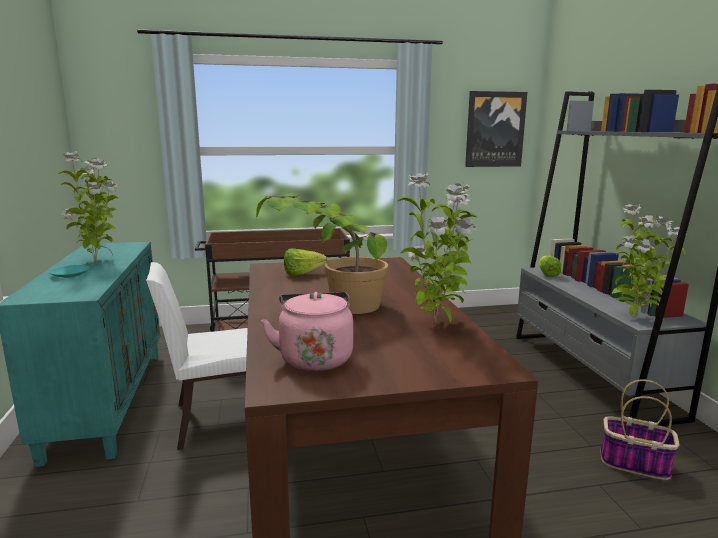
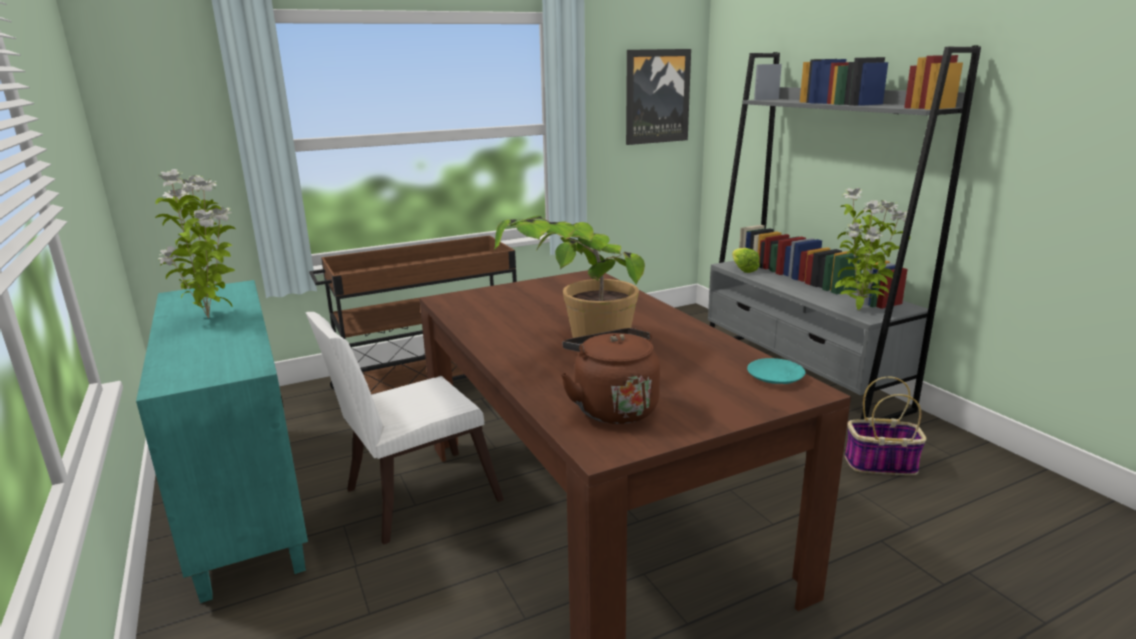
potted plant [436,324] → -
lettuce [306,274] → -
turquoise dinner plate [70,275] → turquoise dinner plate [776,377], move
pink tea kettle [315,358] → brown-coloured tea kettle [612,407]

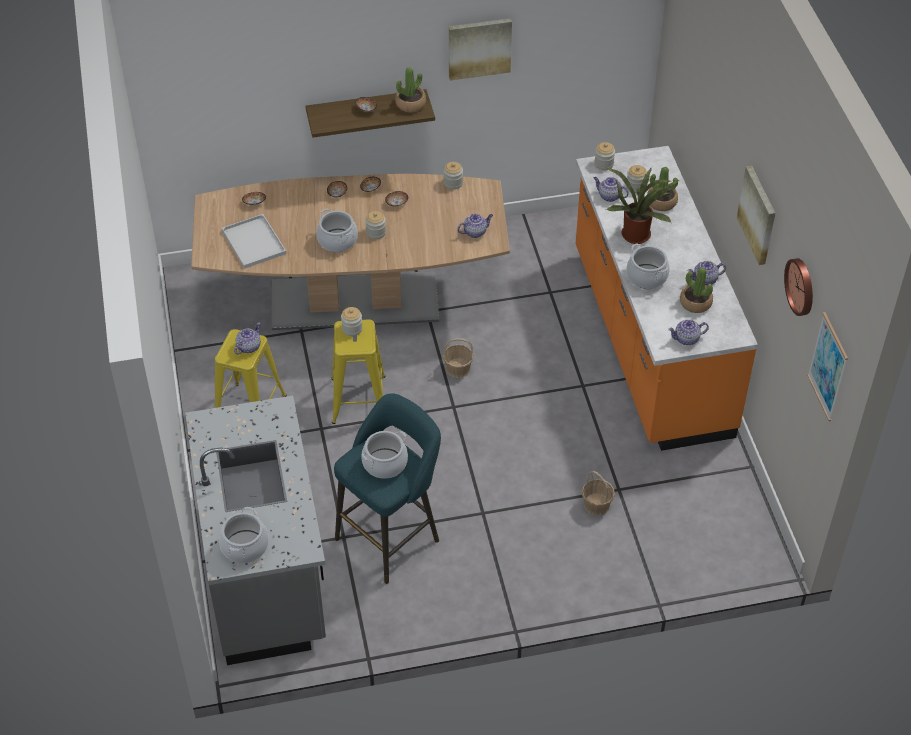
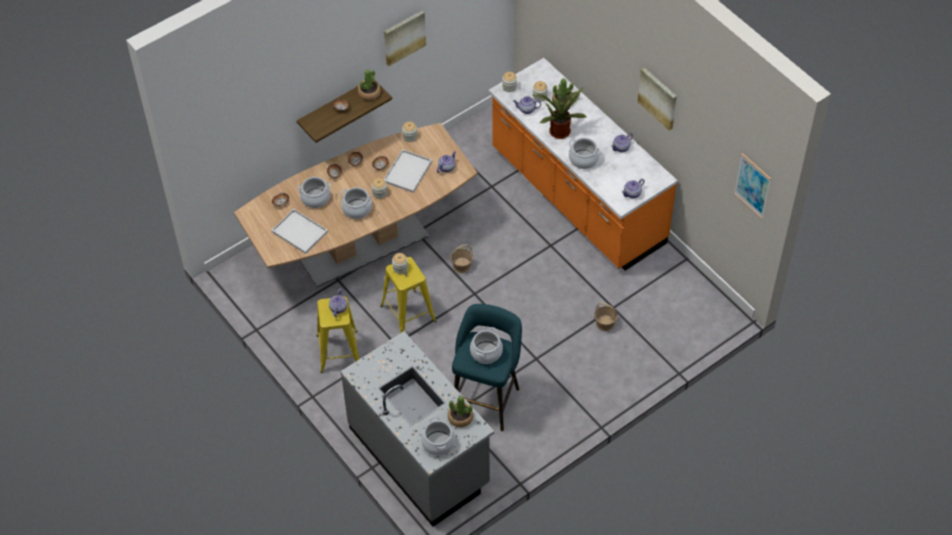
wall clock [801,286] → -
potted plant [695,303] → potted plant [460,418], move
- → white-coloured carrying tray [407,171]
- → stockpot [315,198]

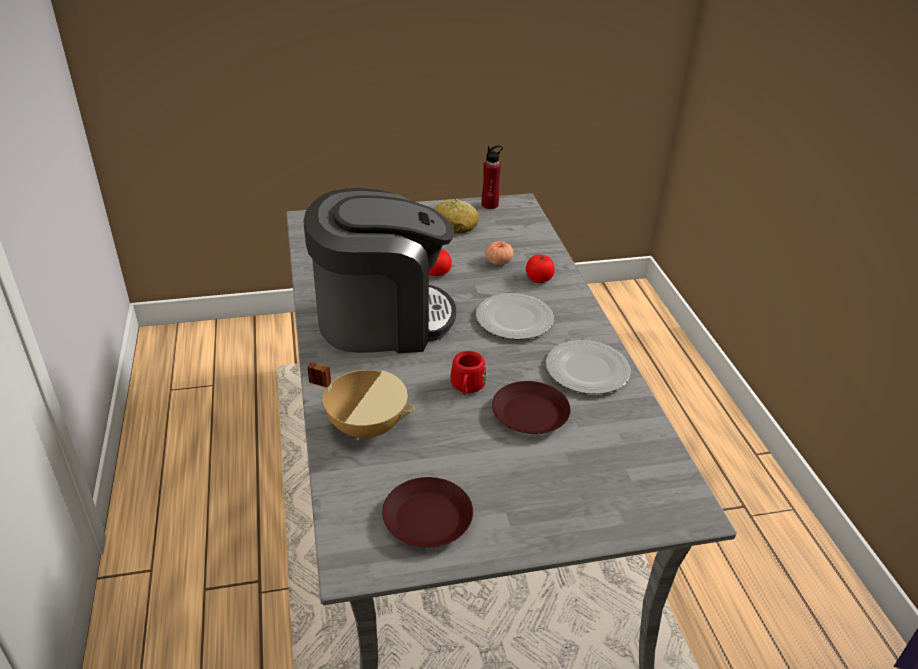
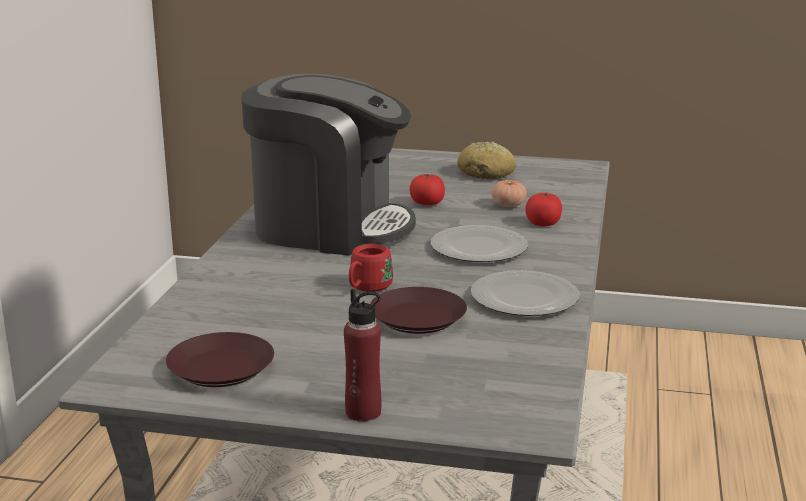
red-coloured beverage bottle [490,205] → red-coloured beverage bottle [363,412], move
sand-coloured stockpot [366,426] → -

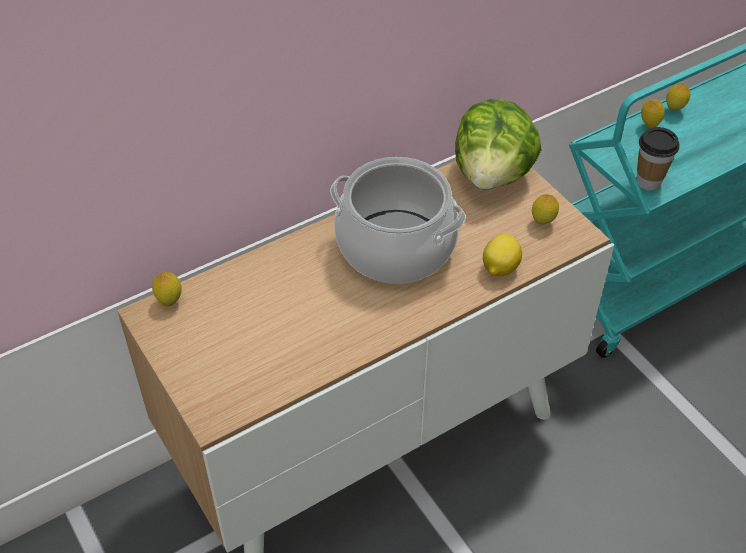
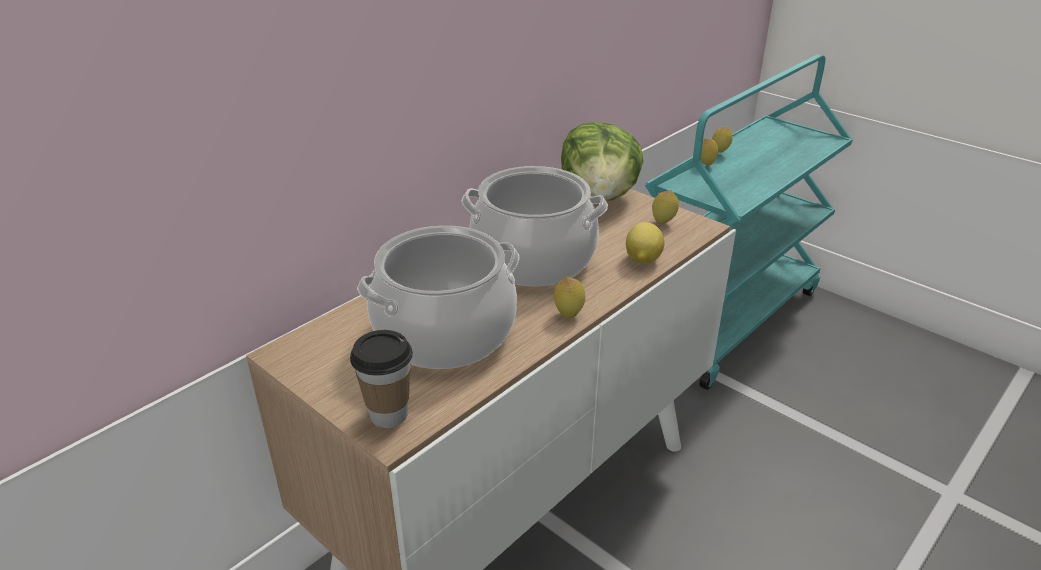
cup [648,182] → cup [388,415], move
citrus fruit [170,301] → citrus fruit [568,314], move
- → stockpot [444,333]

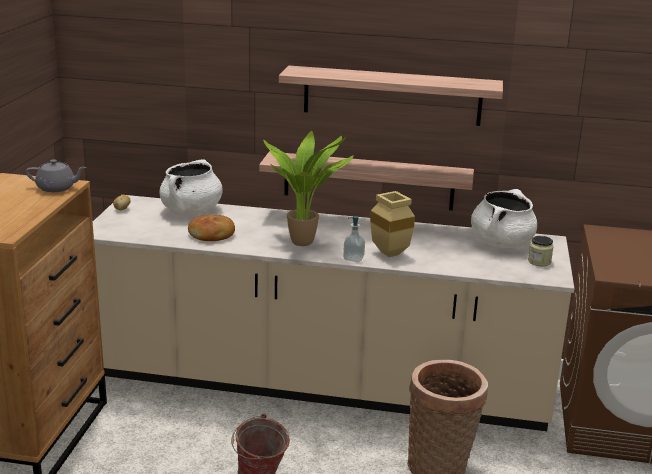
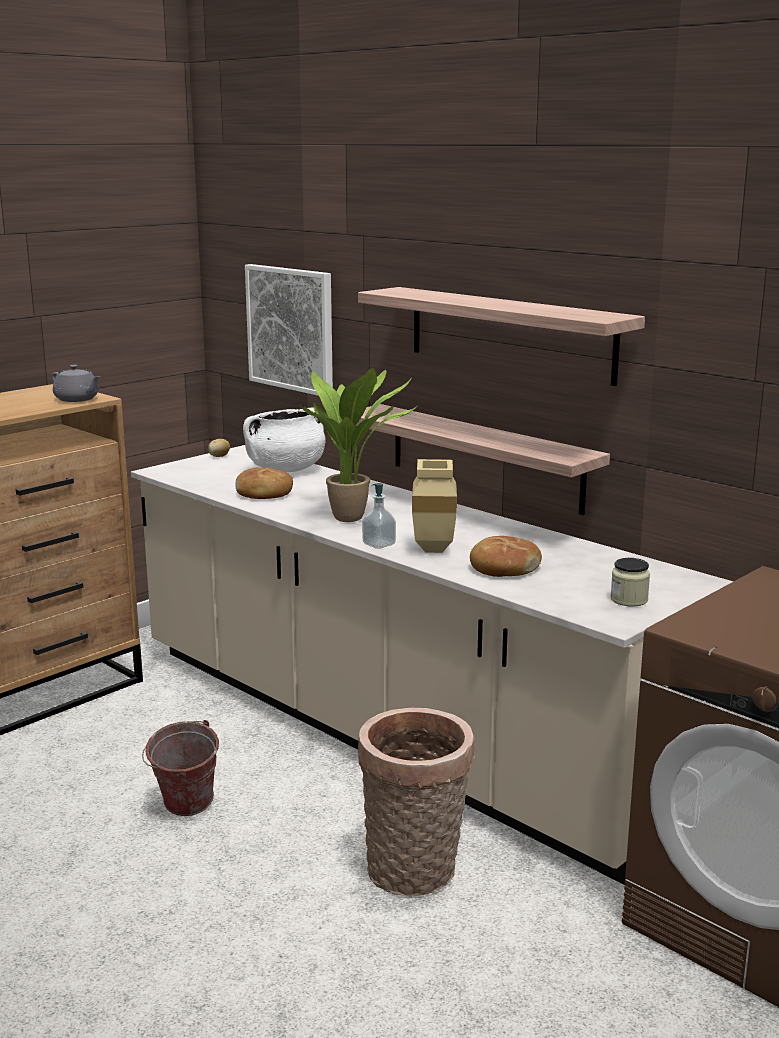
white-coloured stockpot [501,243] → -
- → wall picture [291,328]
- → bread [504,568]

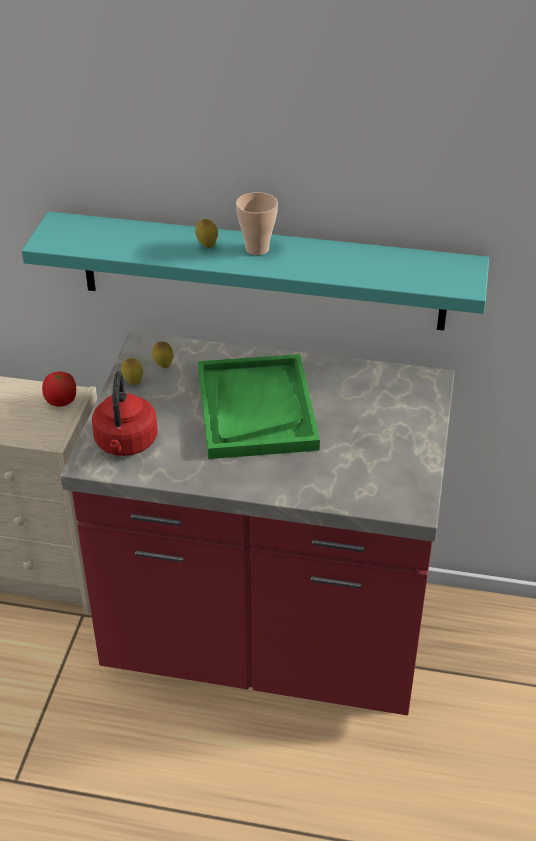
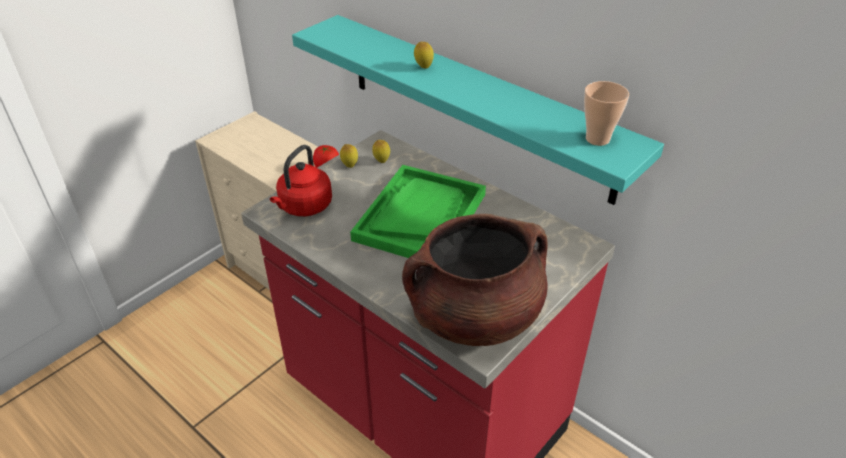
cup [257,249] → cup [597,139], move
- → brown-coloured stockpot [474,316]

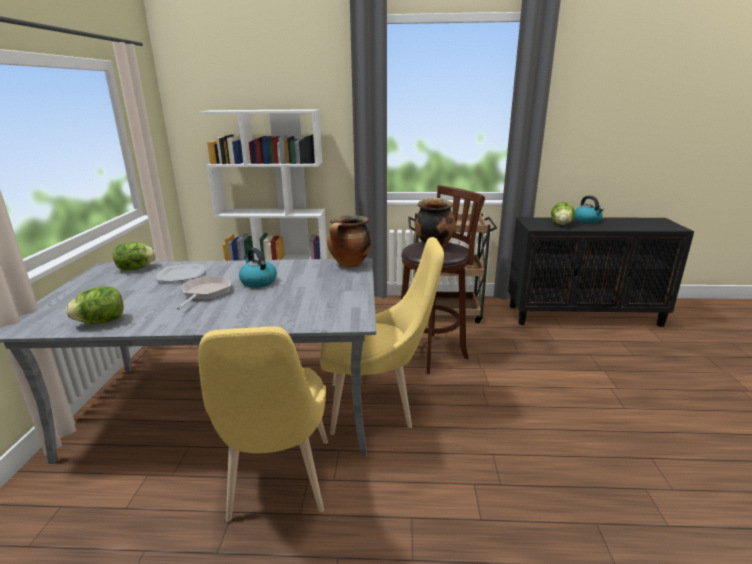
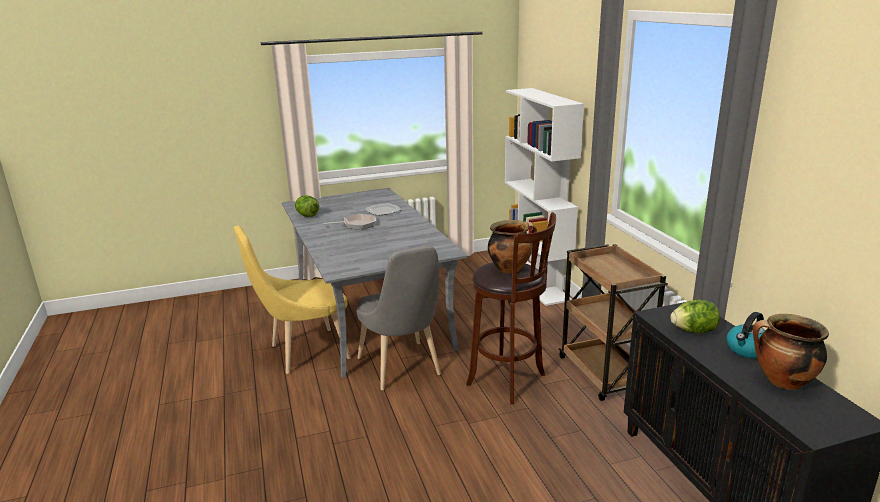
stockpot [350,264] → stockpot [782,382], move
yellow-coloured upright chair [377,406] → grey upright chair [402,369]
lettuce [136,269] → -
tea kettle [258,282] → -

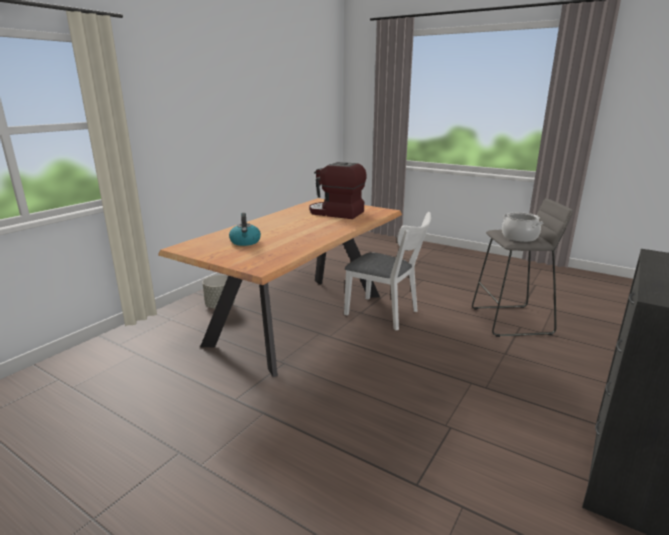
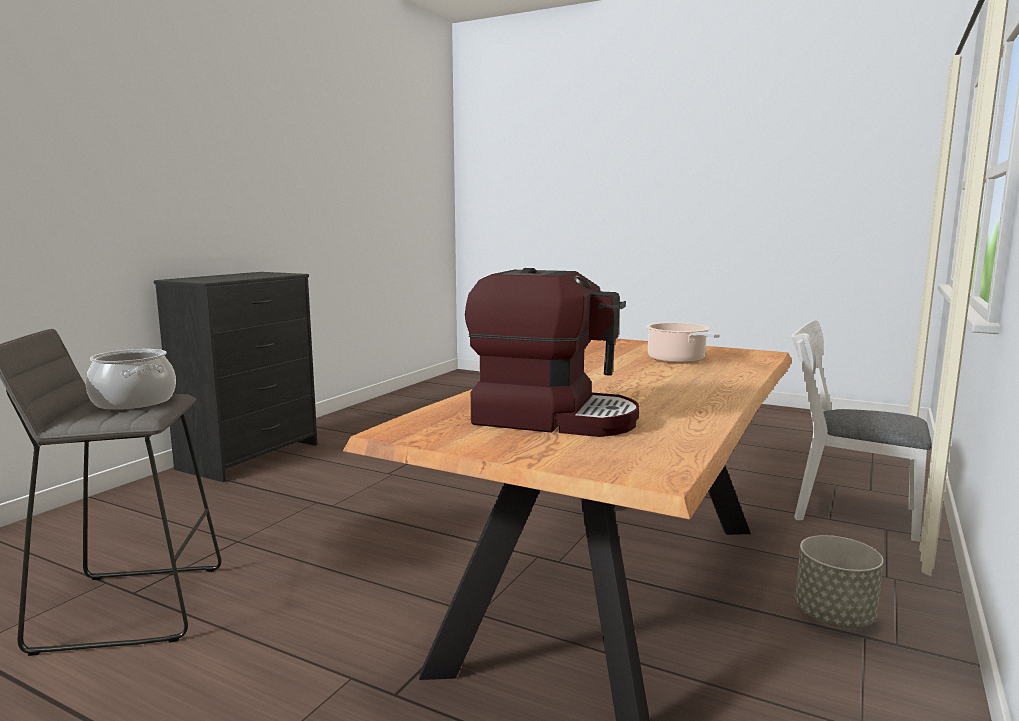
white-coloured upright chair [386,314] → white-coloured upright chair [844,511], move
tea kettle [245,242] → stockpot [678,360]

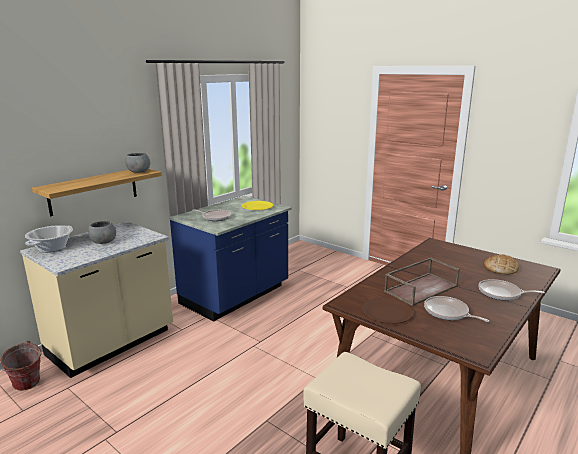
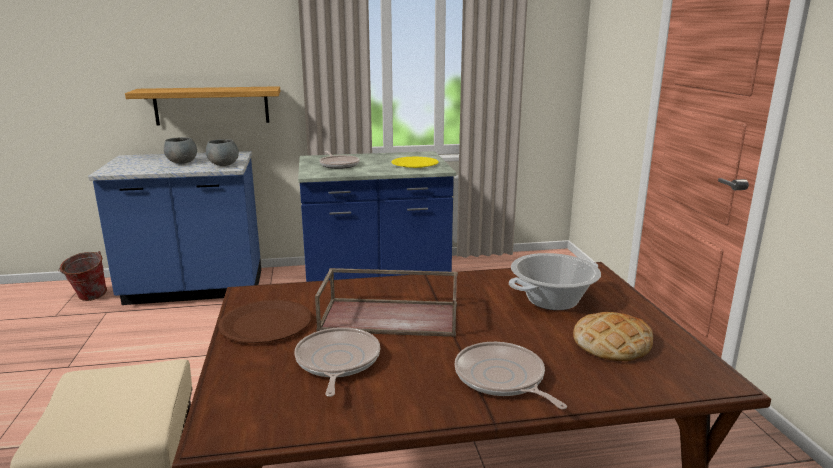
grey bowl [138,172] → grey bowl [224,165], move
sand-coloured kitchen base unit [112,344] → bluish kitchen base unit [194,290]
stockpot [52,248] → stockpot [553,300], move

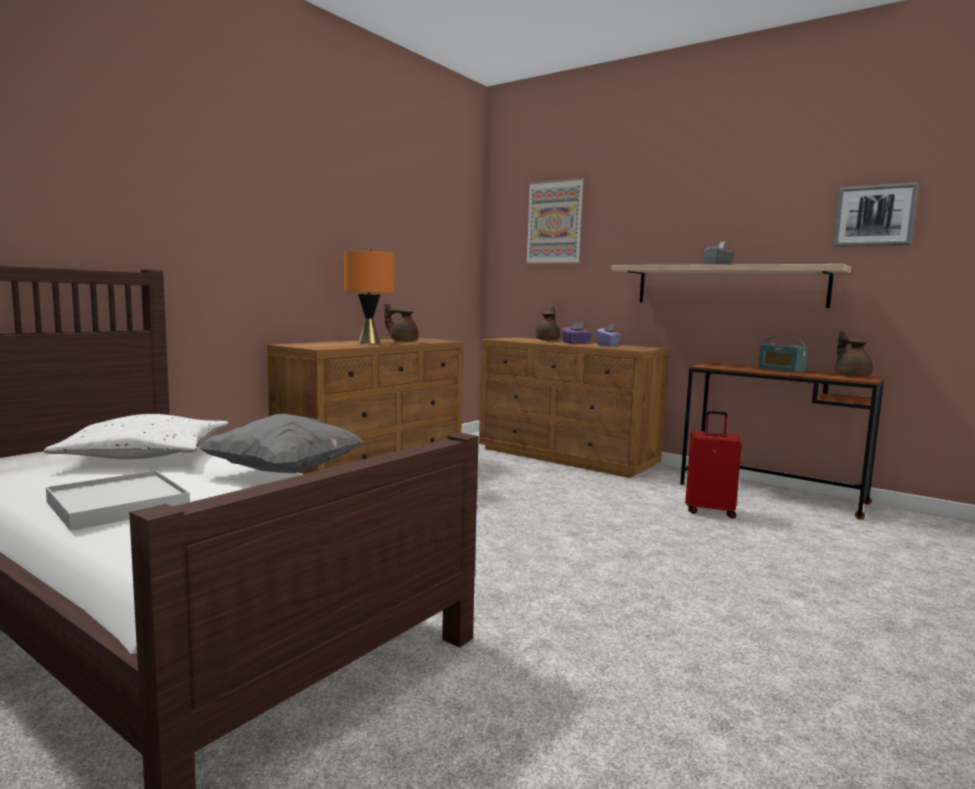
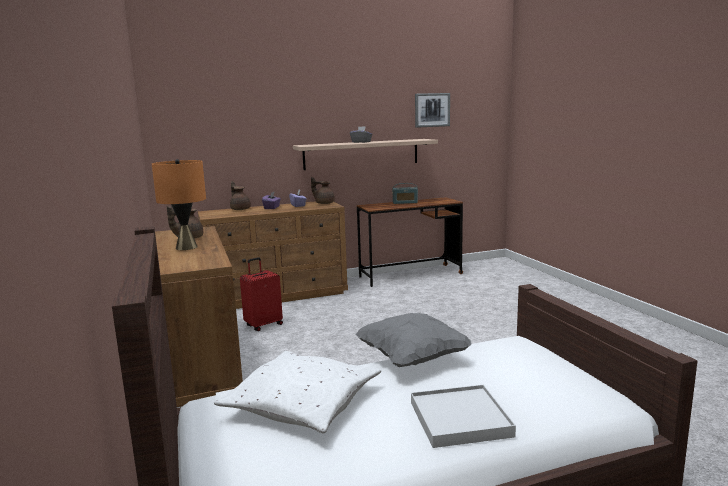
wall picture [554,222] → -
brown-coloured tea pot [851,376] → brown-coloured tea pot [324,203], move
red-coloured piece of luggage [710,511] → red-coloured piece of luggage [263,325], move

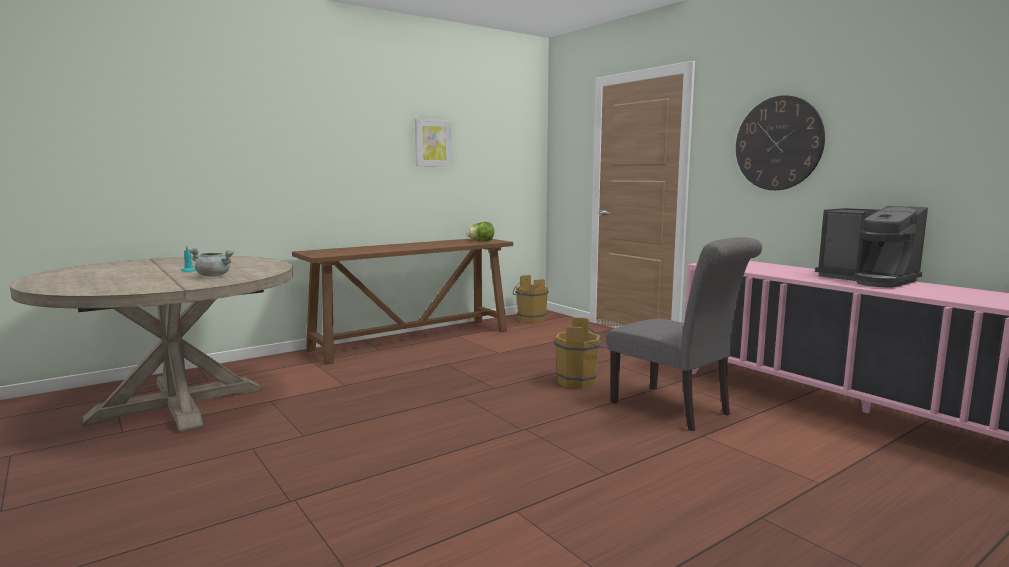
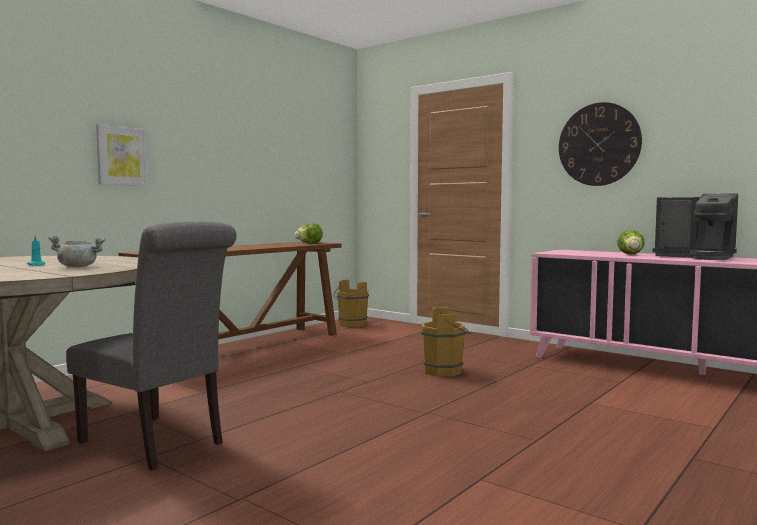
wall picture [433,143] → wall picture [121,156], move
grey upright chair [676,410] → grey upright chair [157,444], move
- → lettuce [631,254]

